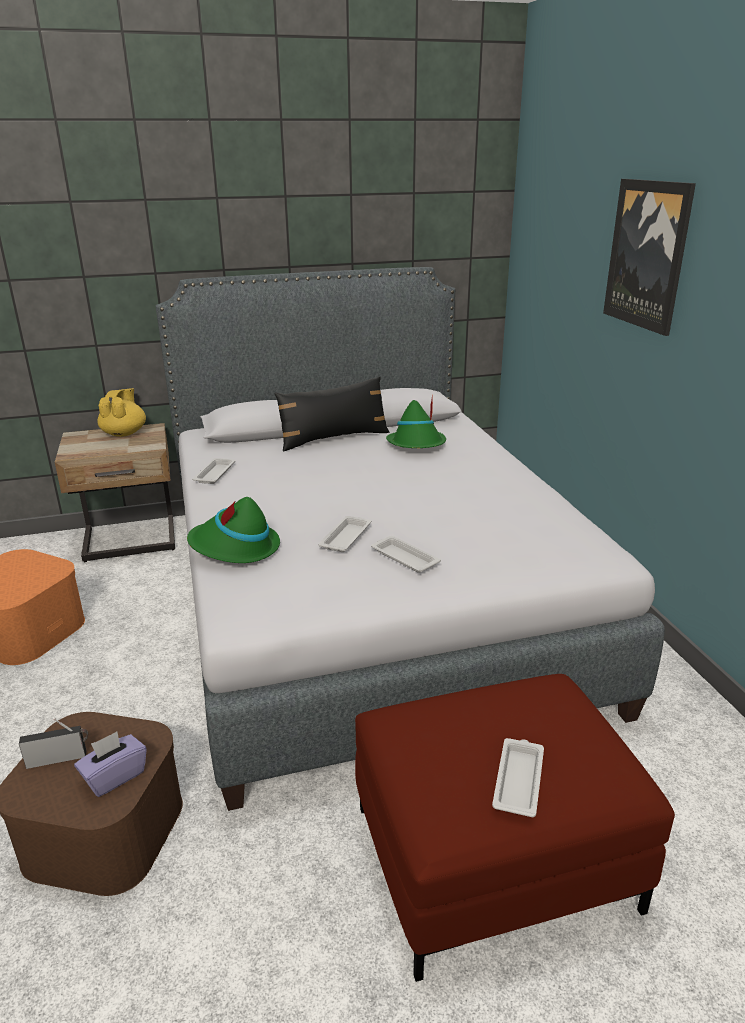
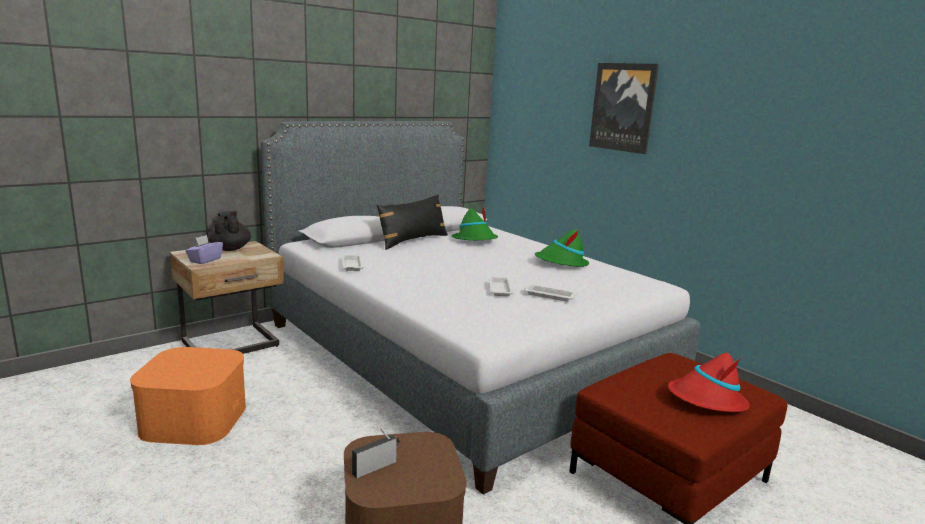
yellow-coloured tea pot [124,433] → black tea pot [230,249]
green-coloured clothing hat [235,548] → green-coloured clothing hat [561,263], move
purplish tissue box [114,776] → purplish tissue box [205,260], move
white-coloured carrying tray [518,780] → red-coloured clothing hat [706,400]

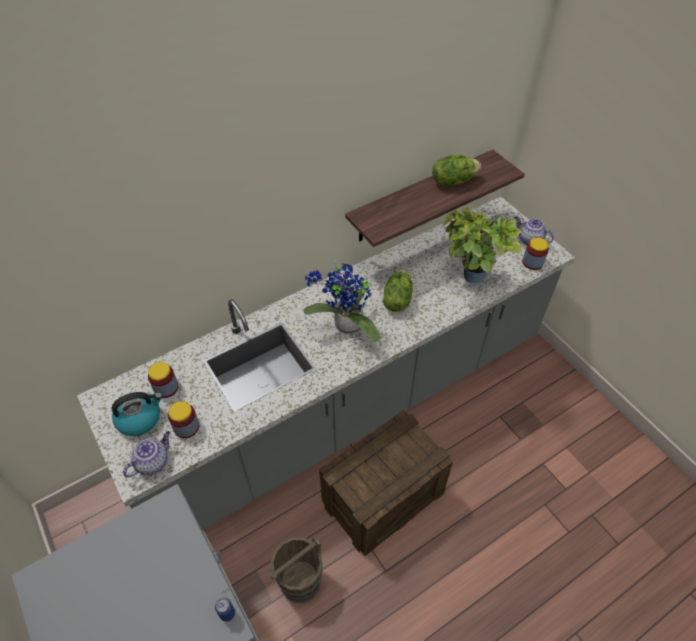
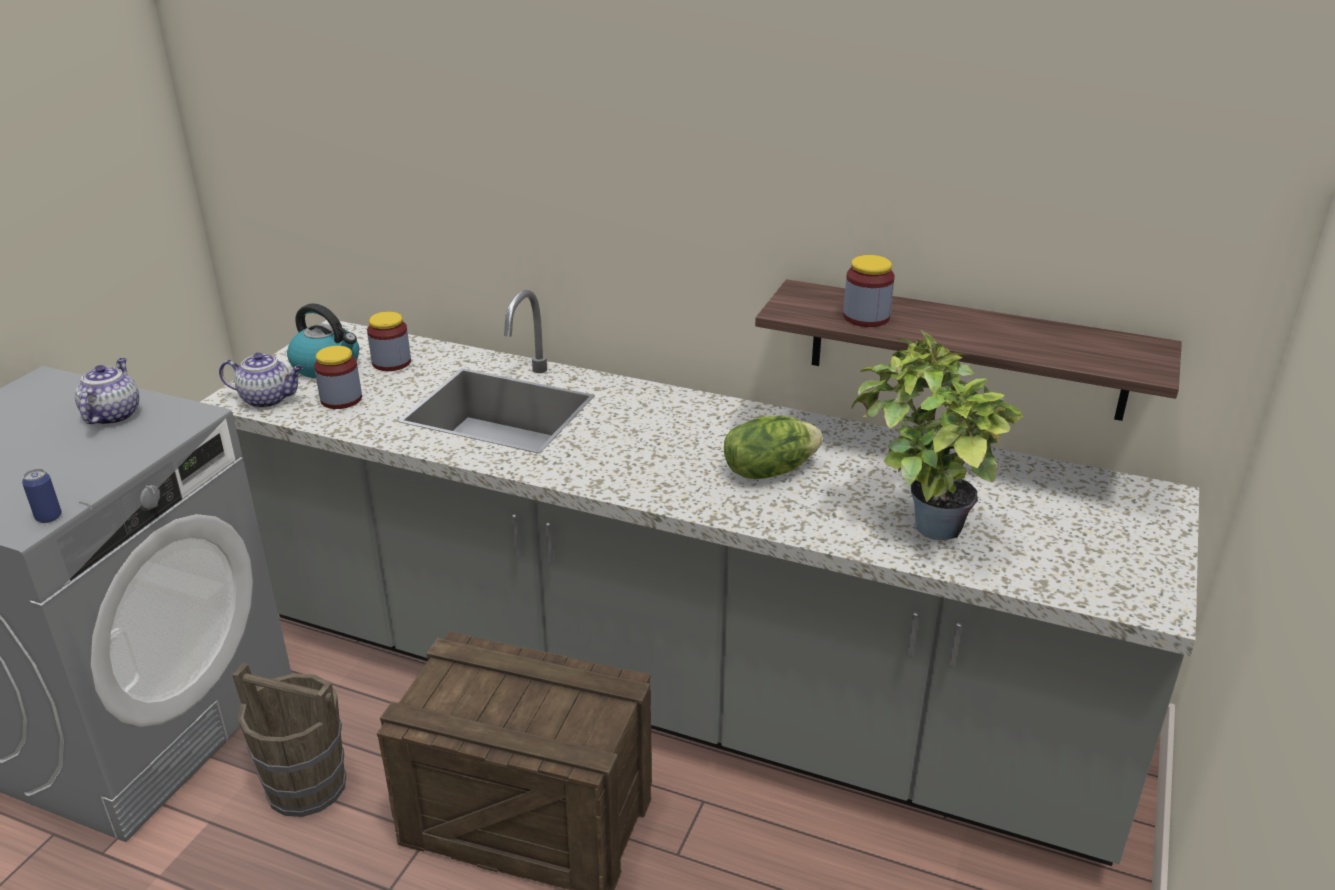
lettuce [453,181] → -
tea pot [529,240] → tea pot [112,415], move
jar [532,262] → jar [866,317], move
potted plant [345,326] → -

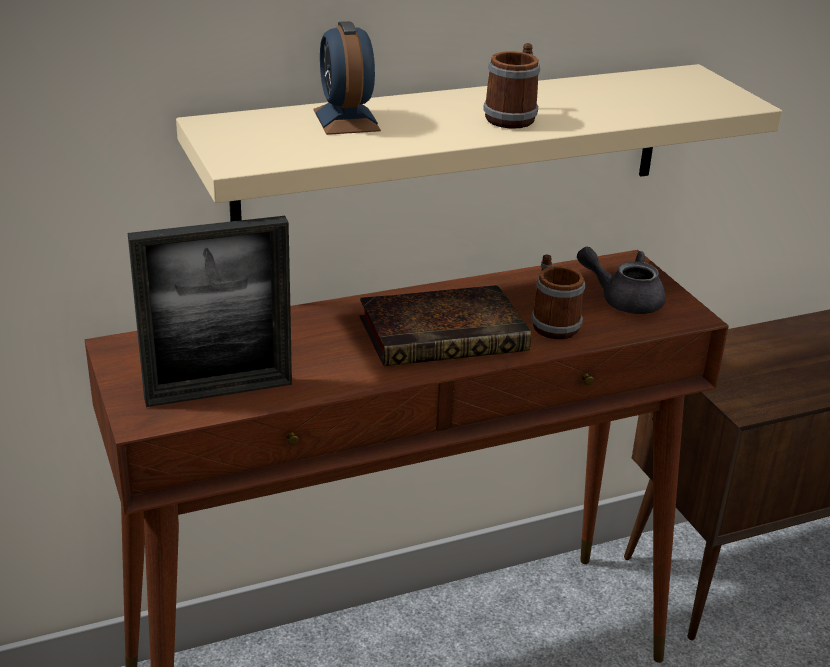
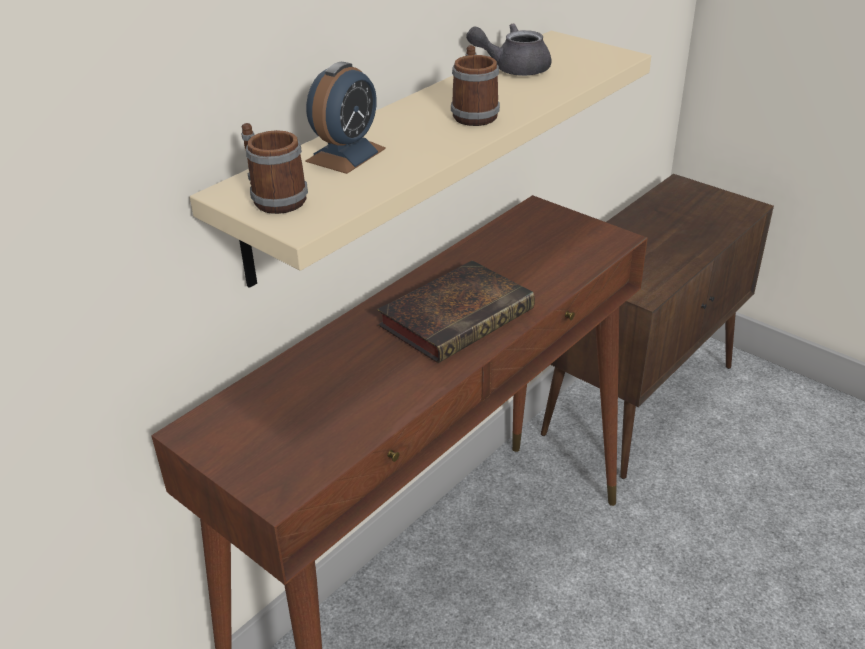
table clock [346,120] → table clock [346,155], 105 degrees counterclockwise
picture frame [219,391] → -
grey tea pot [623,299] → grey tea pot [513,69], move
coffee mug [551,323] → coffee mug [273,198], move

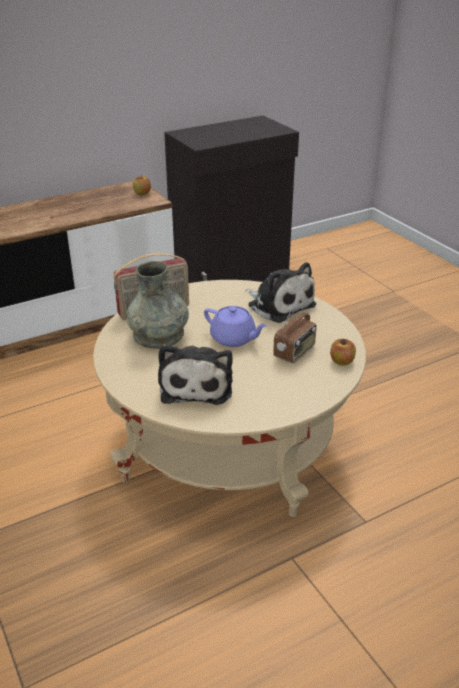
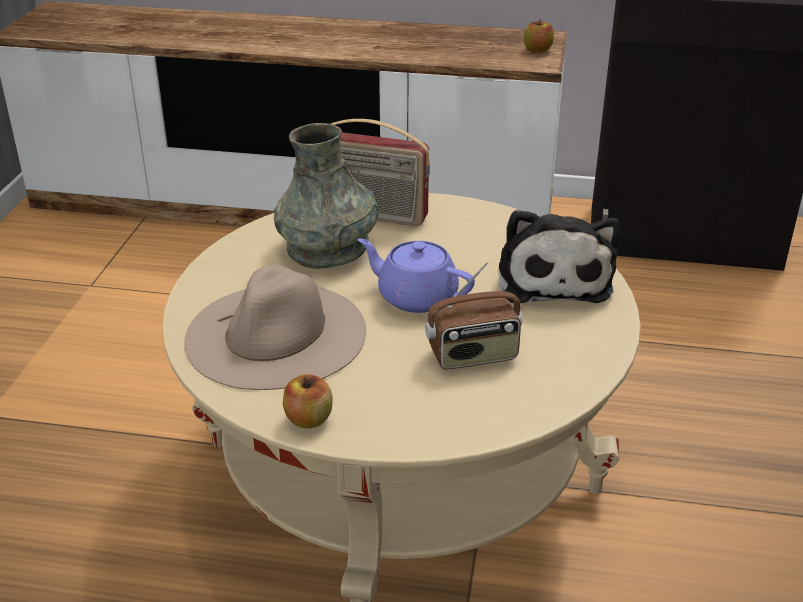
purplish tea pot [234,339] → purplish tea pot [415,297], 135 degrees clockwise
whole apple [342,361] → whole apple [309,419], move
soft toy [196,385] → sand-coloured clothing hat [276,334]

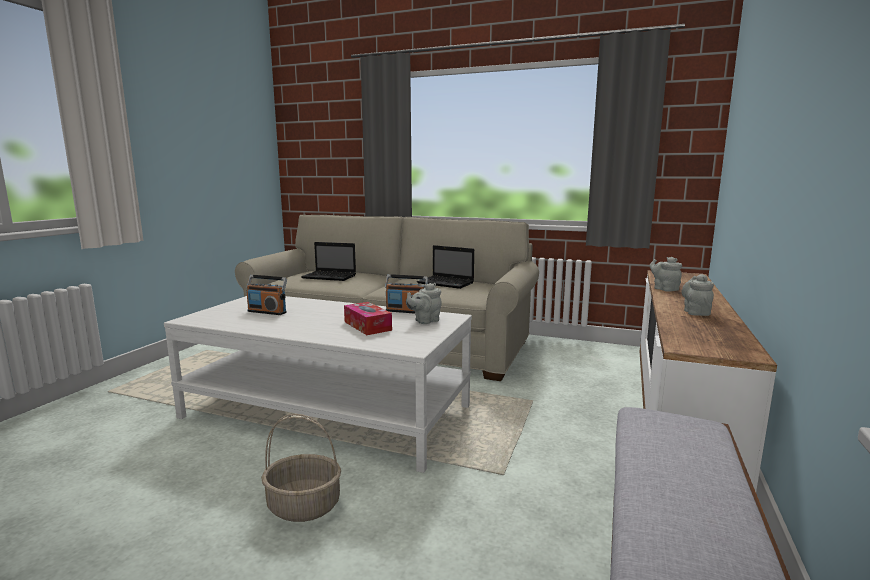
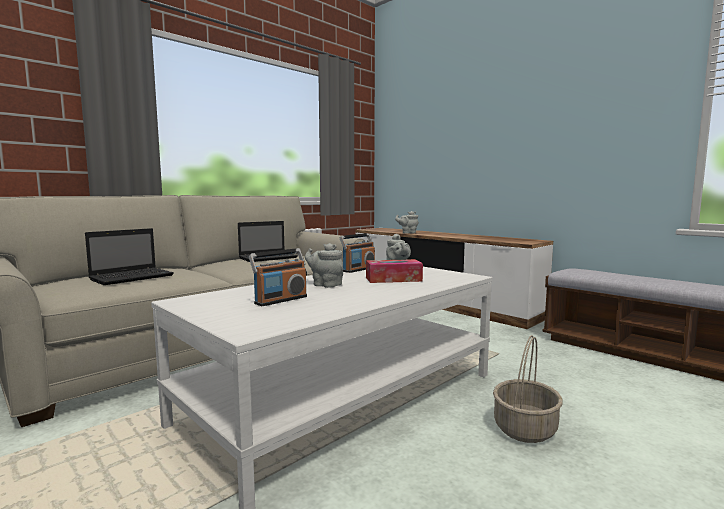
grey tea pot [695,312] → grey tea pot [325,284], move

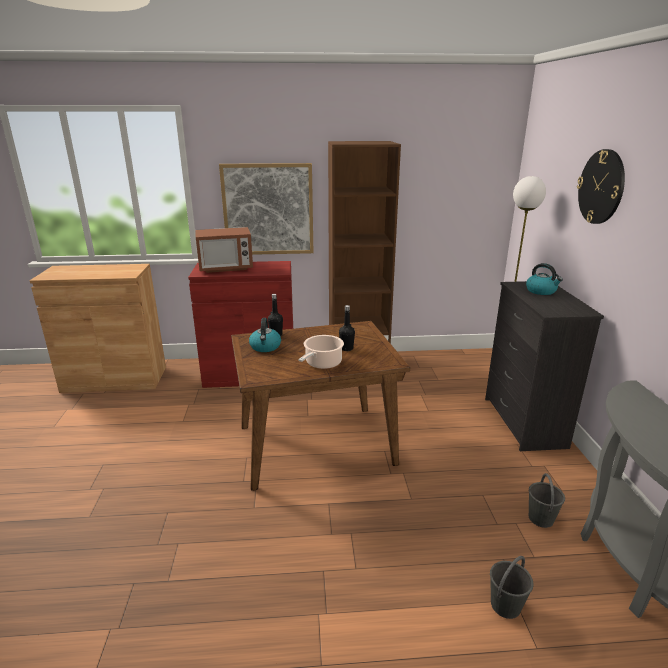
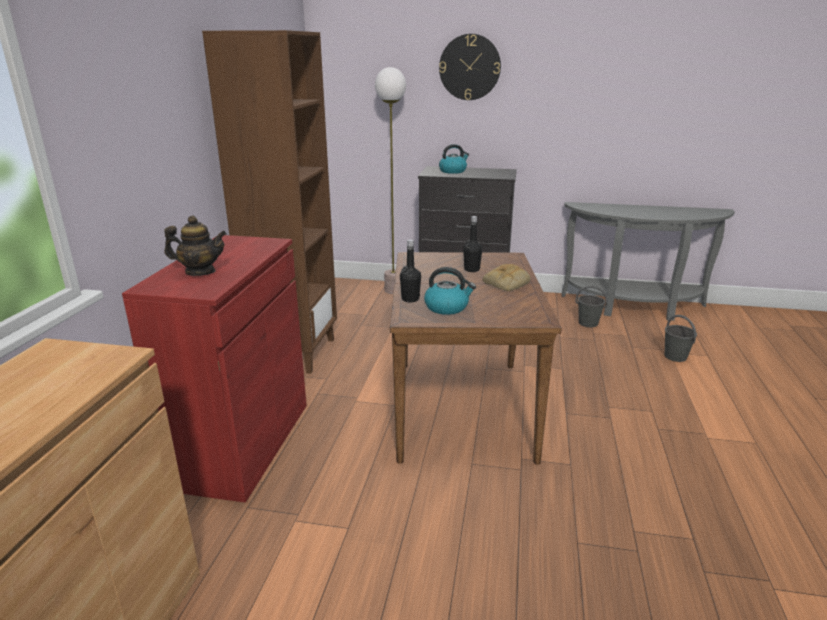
wall picture [268,209] → -
microwave oven [226,268] → tea pot [200,272]
stockpot [322,363] → bread [506,283]

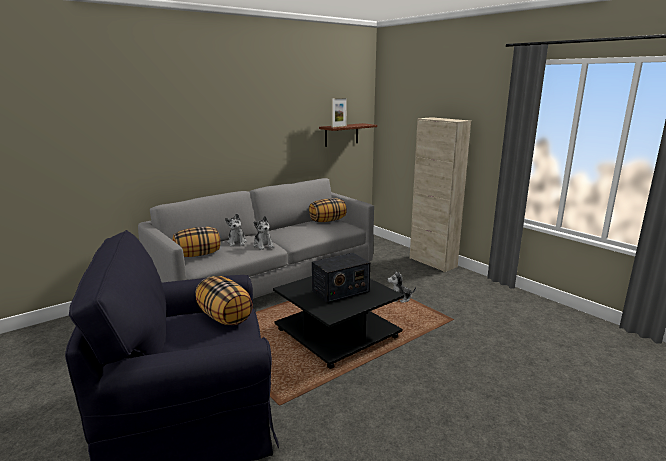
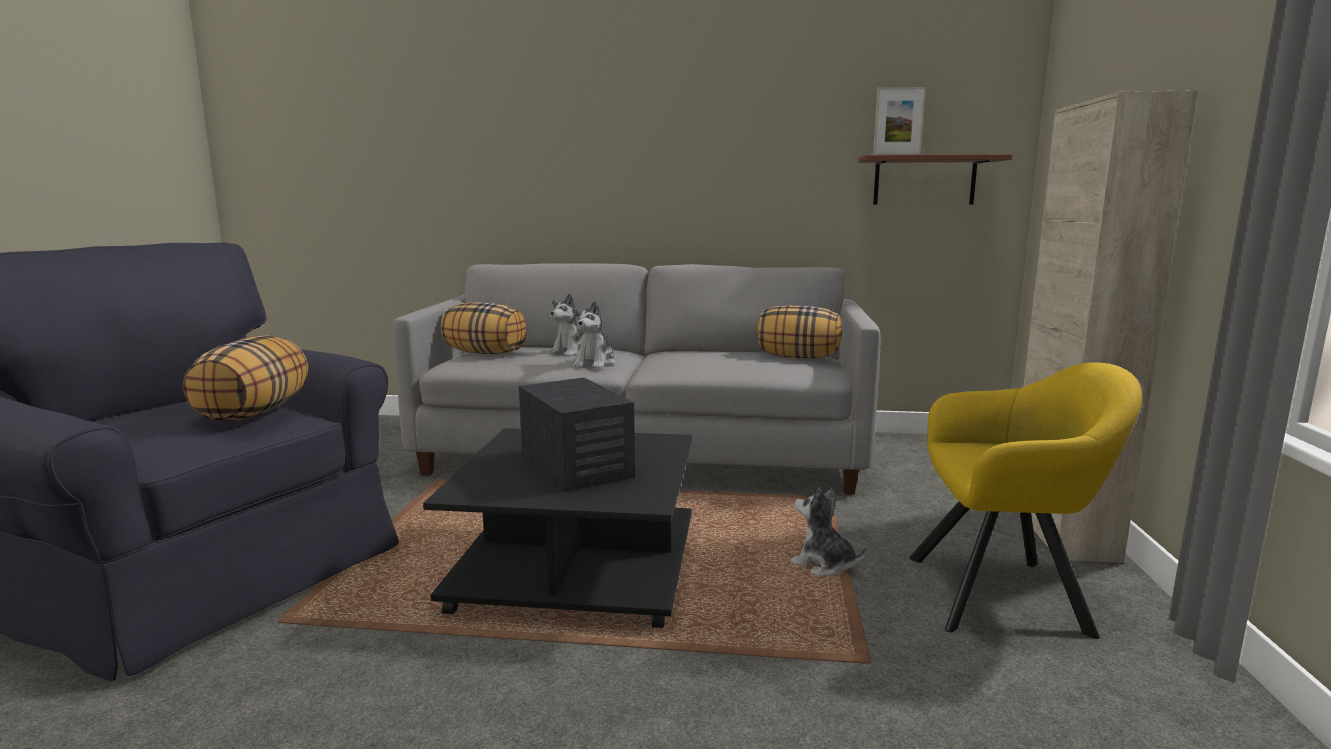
radio [340,291] → radio [576,466], 135 degrees counterclockwise
- → yellow-coloured lounge chair [1007,594]

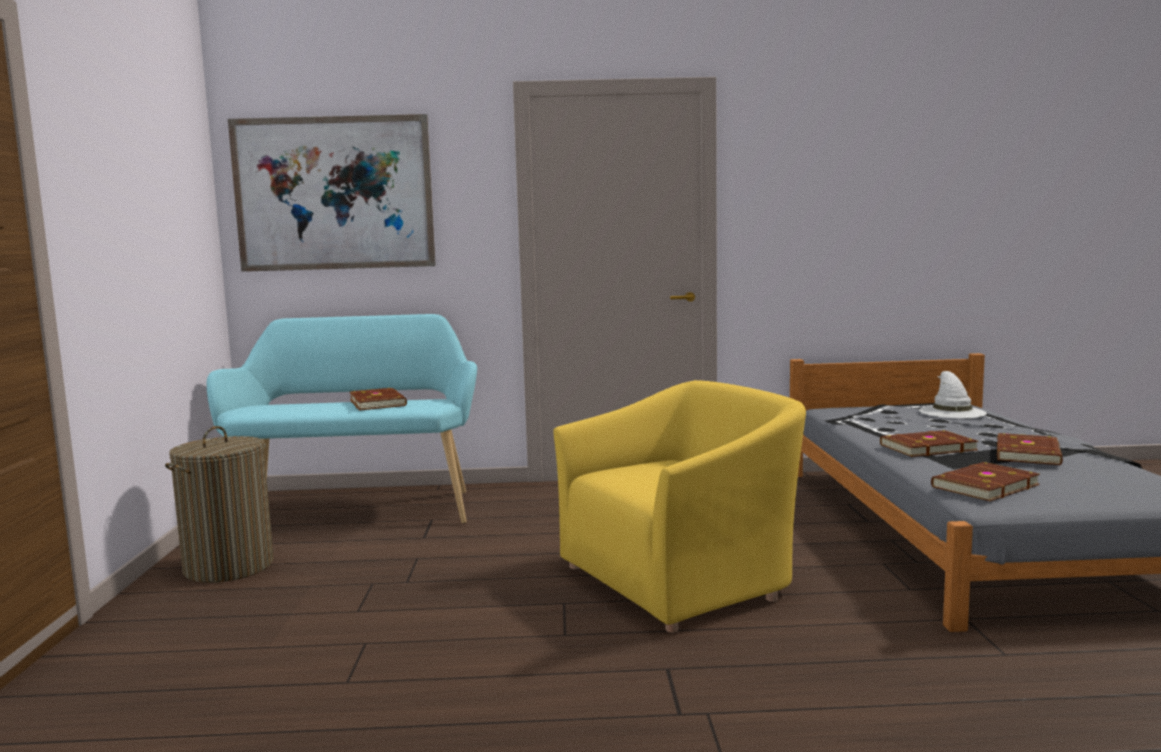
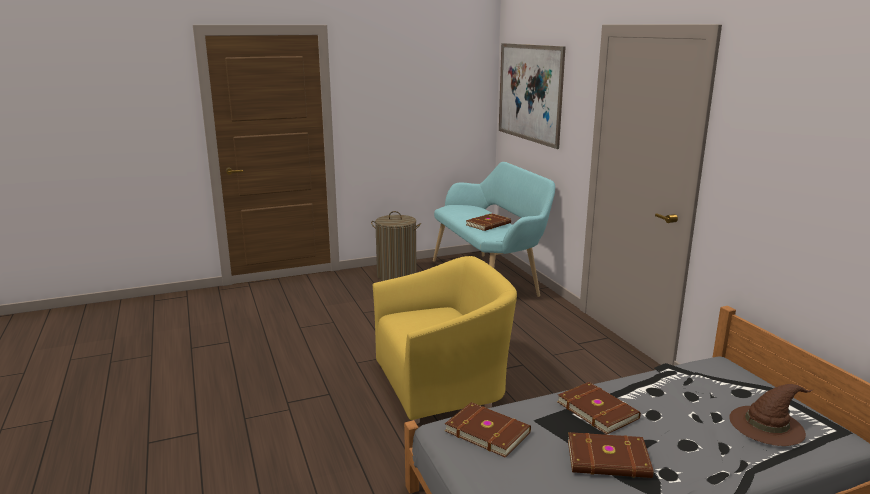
white-coloured clothing hat [951,411] → brown-coloured clothing hat [767,424]
yellow-coloured lounge chair [680,579] → yellow-coloured lounge chair [442,383], 60 degrees counterclockwise

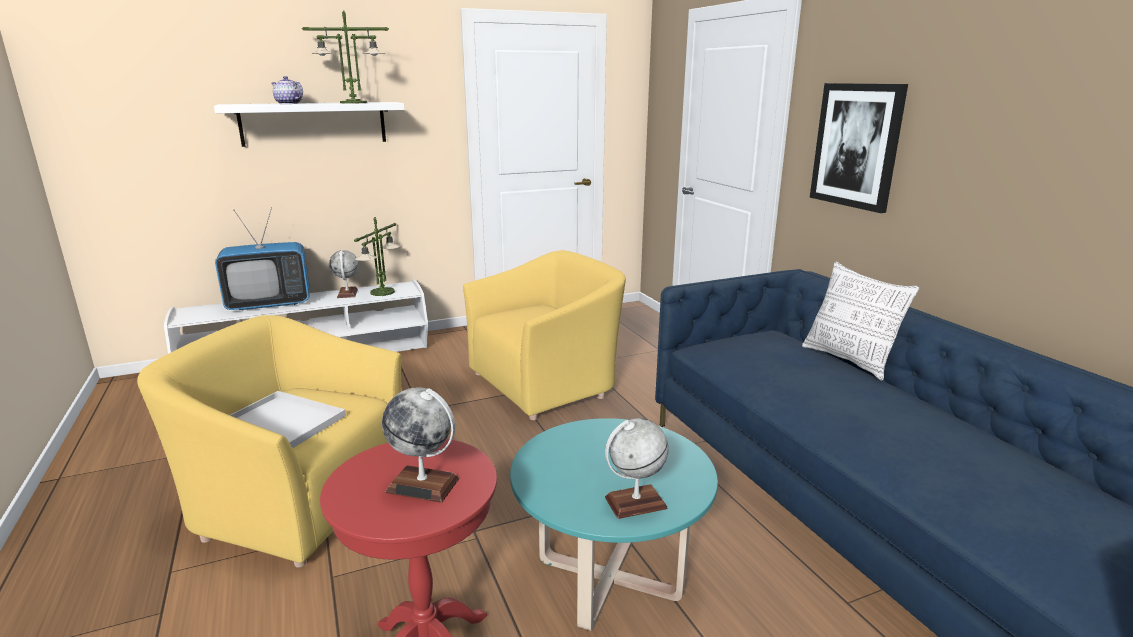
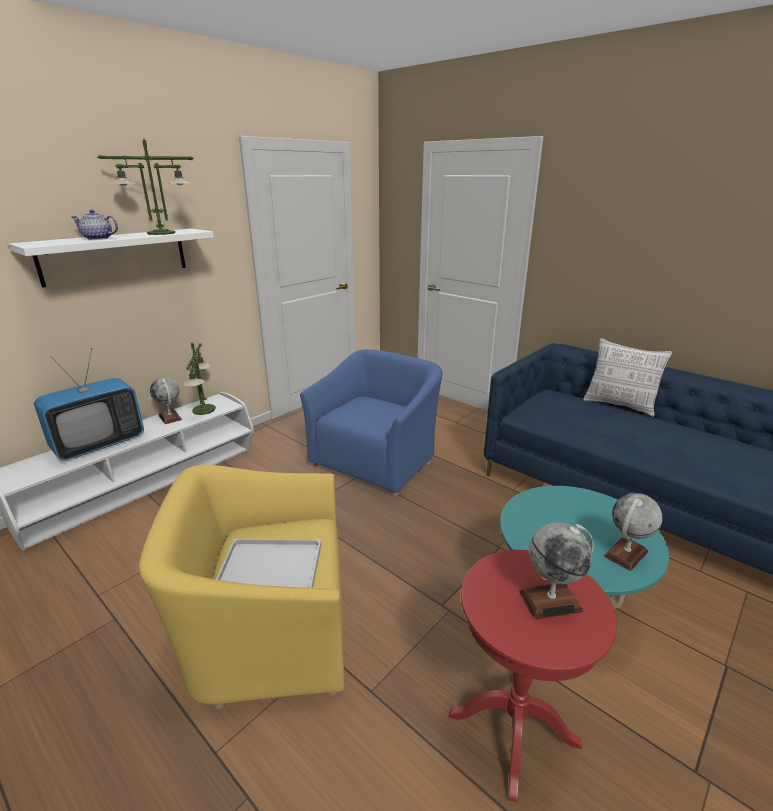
wall picture [856,145] → -
yellow-coloured lounge chair [546,382] → bluish lounge chair [376,460]

